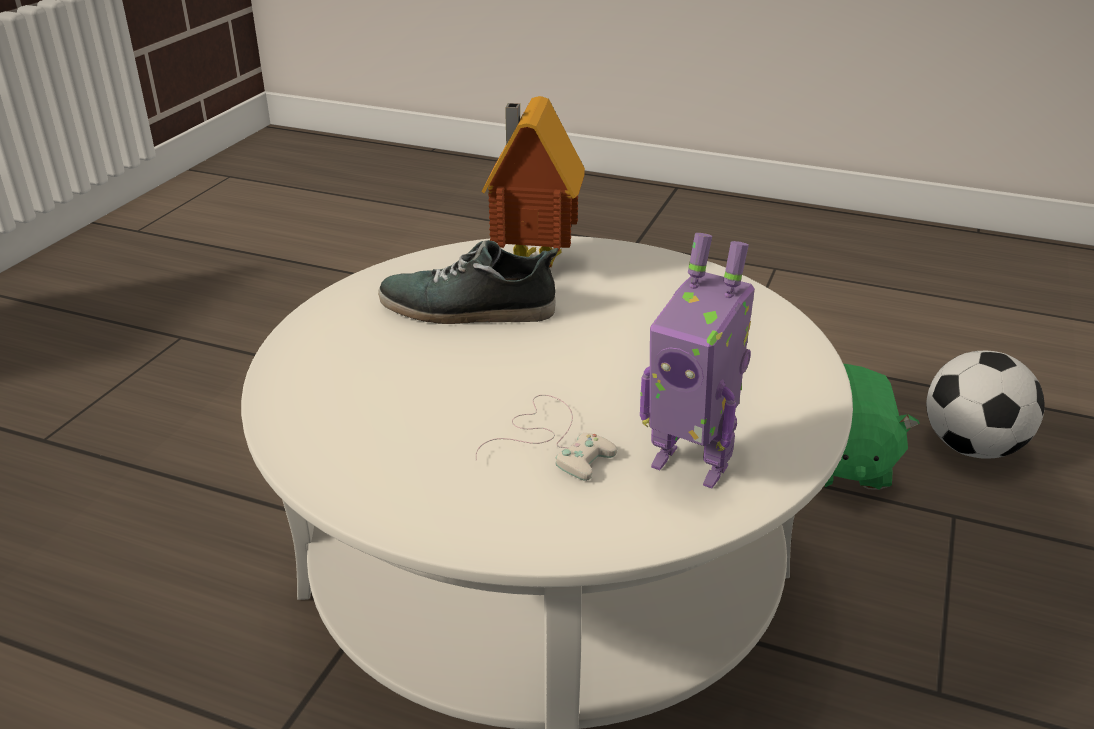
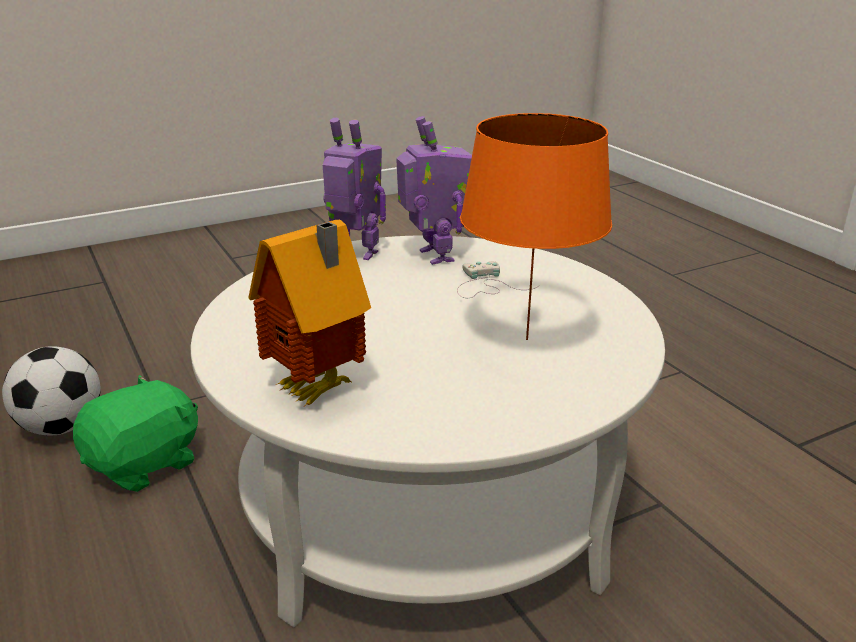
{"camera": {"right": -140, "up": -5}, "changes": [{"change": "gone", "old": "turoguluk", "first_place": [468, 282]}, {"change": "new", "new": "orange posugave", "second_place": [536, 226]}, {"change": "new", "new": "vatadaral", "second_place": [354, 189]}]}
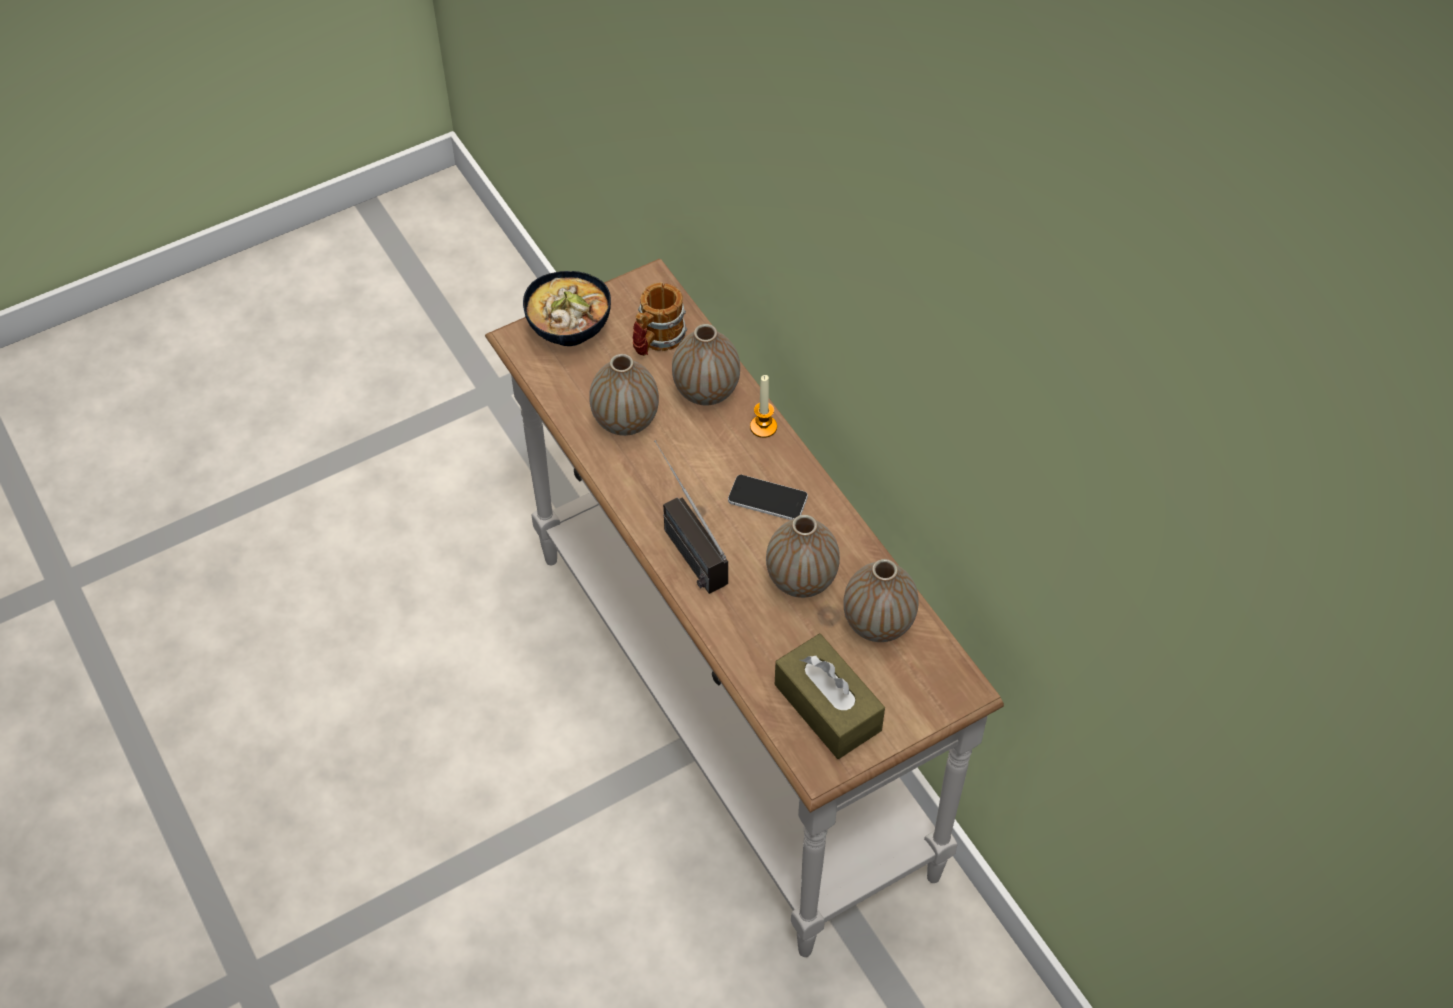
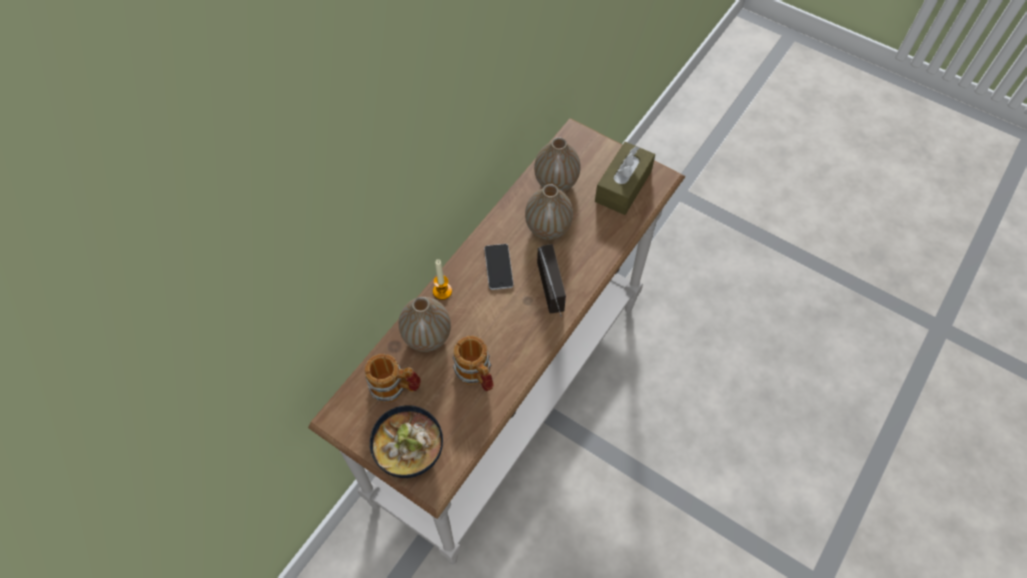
{"camera": {"right": -115, "up": 5}, "changes": [{"change": "swapped", "old": "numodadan", "new": "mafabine", "first_place": [624, 395], "second_place": [473, 363]}, {"change": "rotated", "old": "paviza", "first_place": [691, 517], "second_place": [551, 280], "degrees": -45}]}
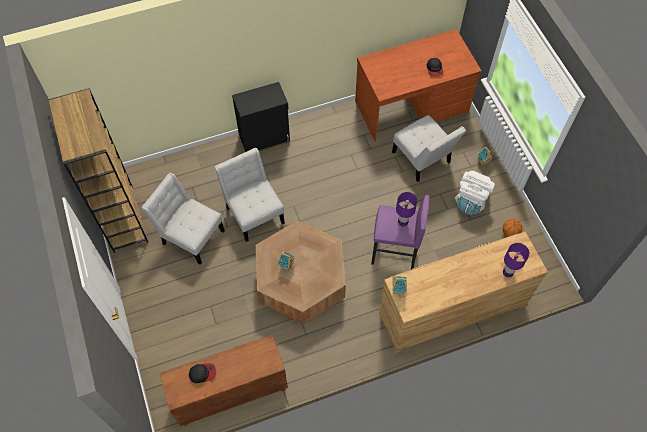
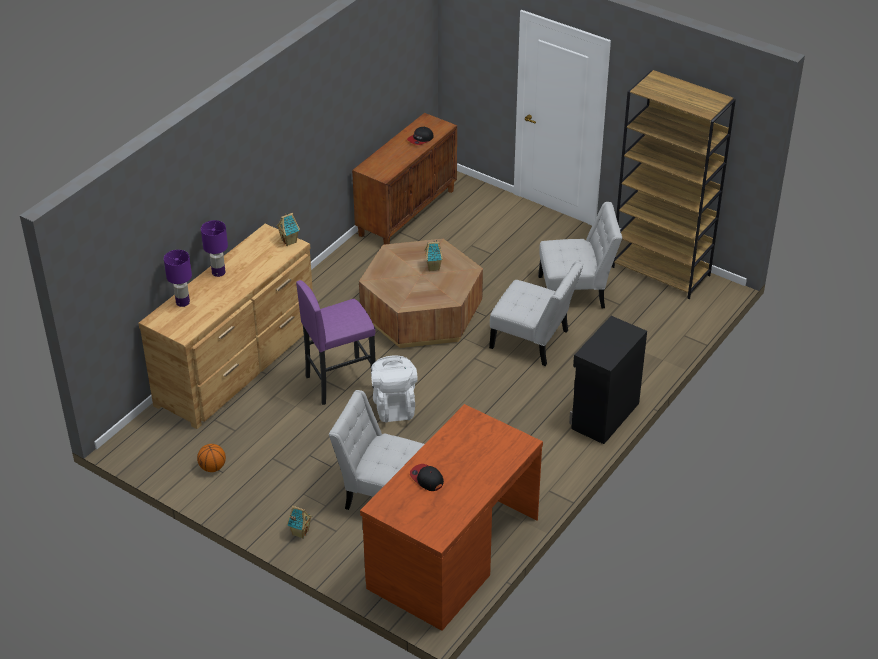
{"camera": {"right": 145, "up": -20}, "changes": [{"change": "shifted", "old": "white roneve", "first_place": [475, 193], "second_place": [394, 389]}, {"change": "shifted", "old": "purple posugave", "first_place": [406, 209], "second_place": [214, 248]}]}
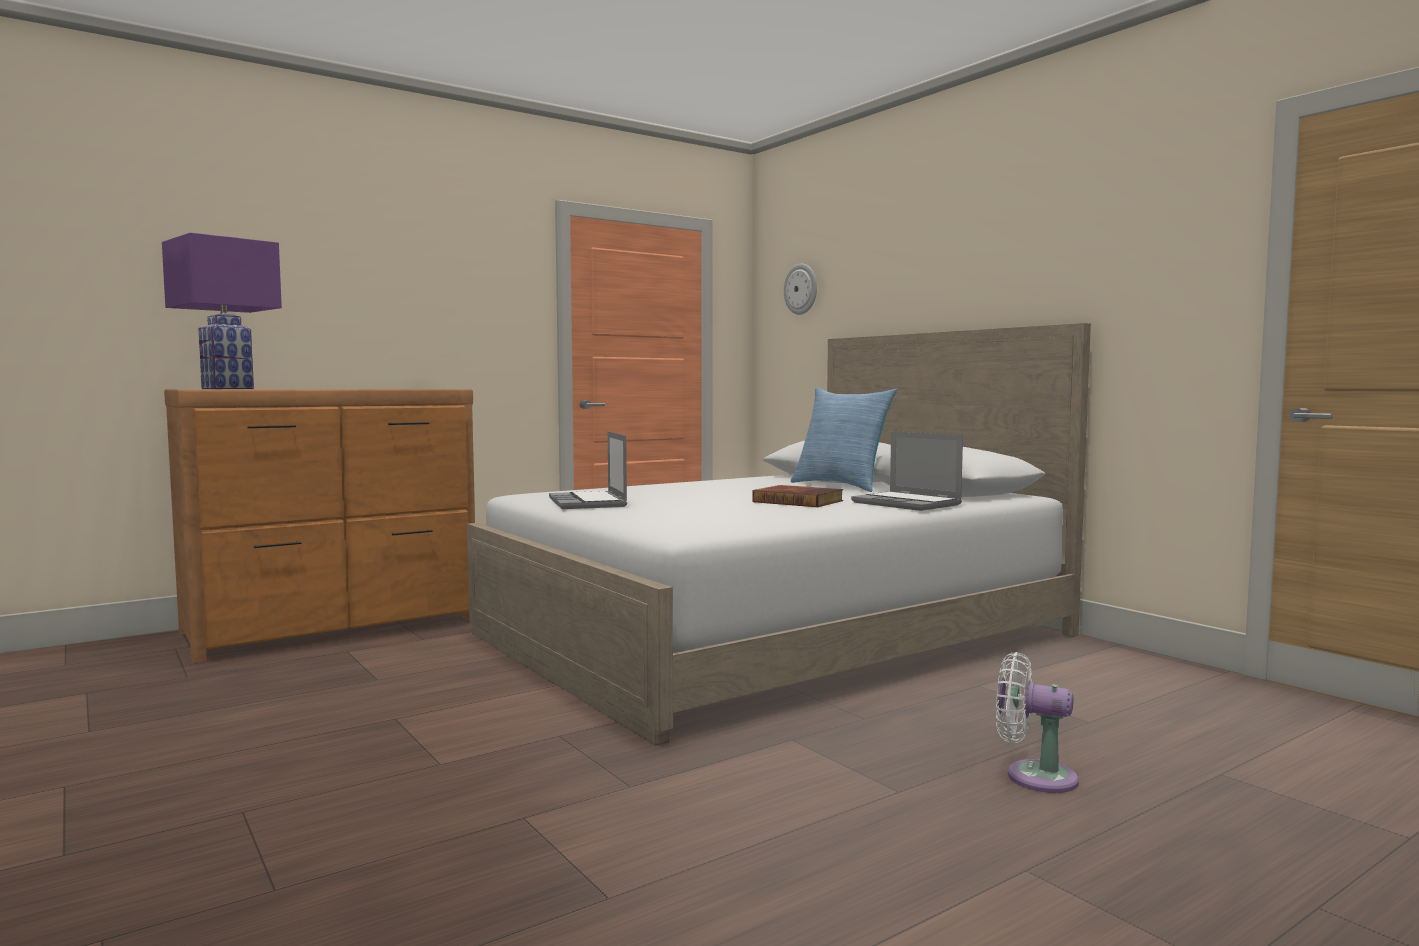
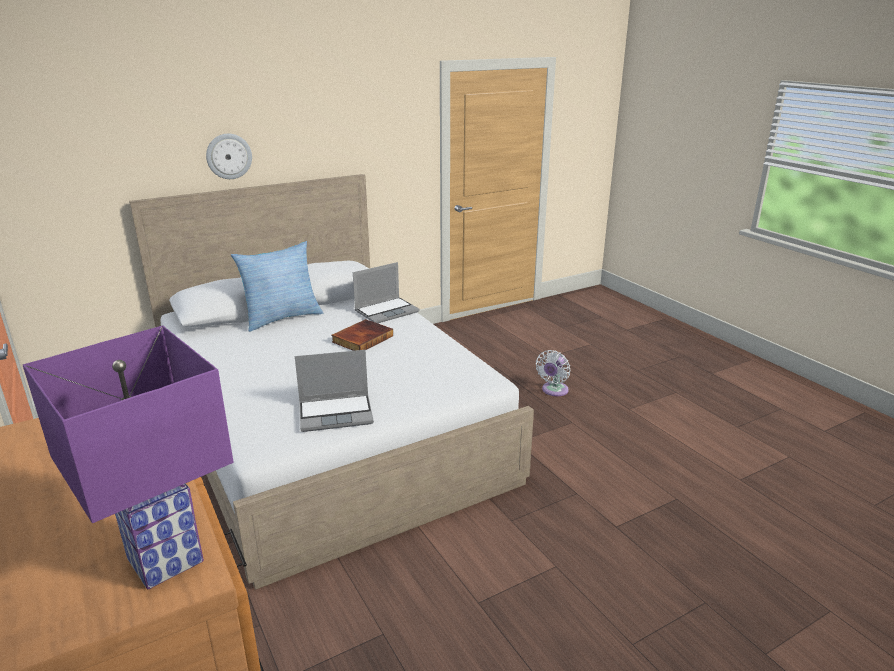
{"camera": {"right": -85, "up": 20}, "changes": [{"change": "shifted", "old": "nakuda", "first_place": [800, 289], "second_place": [229, 156]}]}
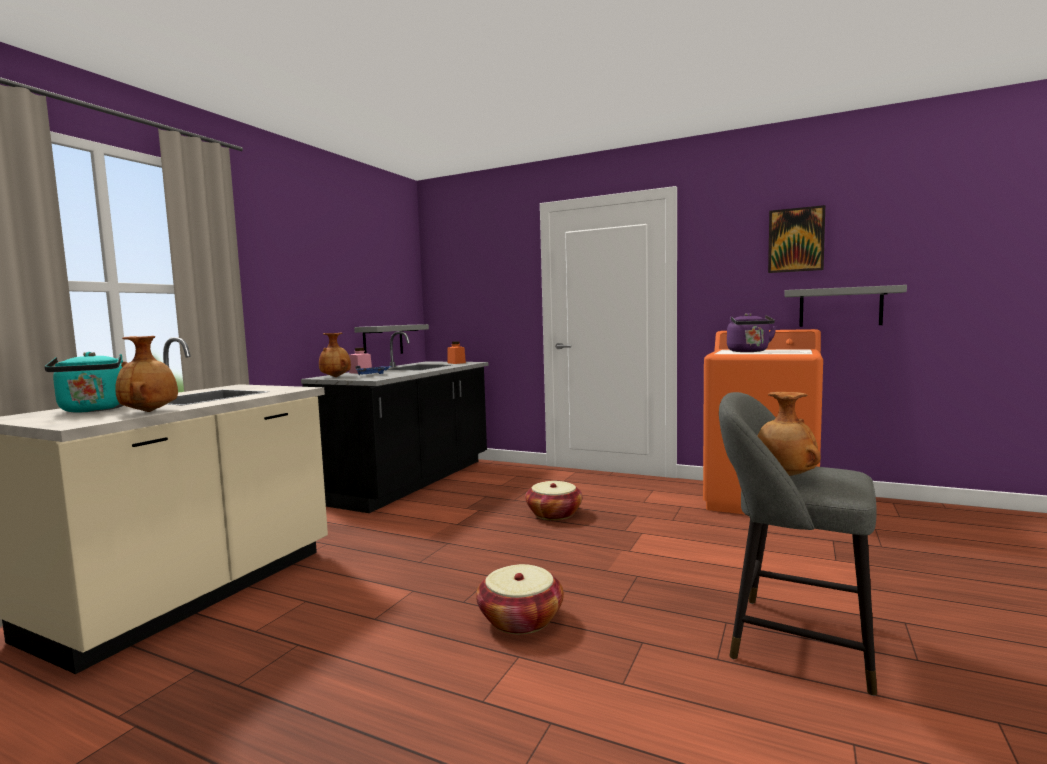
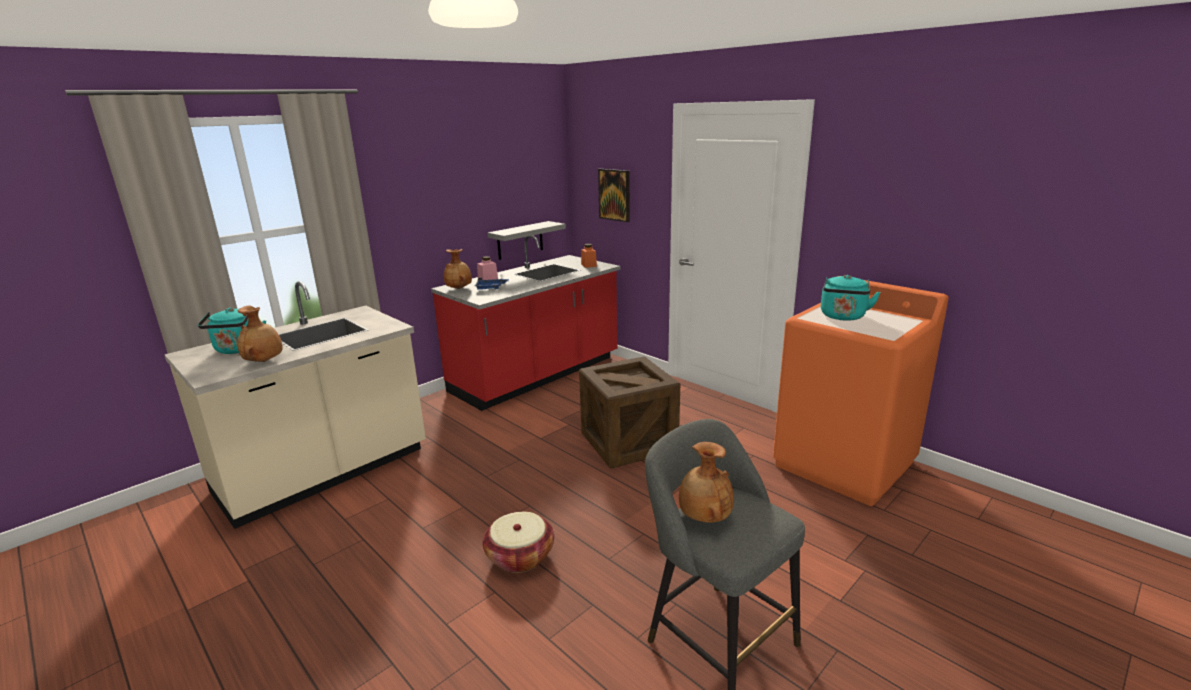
{"camera": {"right": 20, "up": 15}, "changes": [{"change": "shifted", "old": "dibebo", "first_place": [796, 239], "second_place": [614, 195]}, {"change": "gone", "old": "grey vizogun", "first_place": [845, 306]}, {"change": "repainted", "old": "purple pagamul", "new": "turquoise pagamul", "first_place": [752, 332], "second_place": [851, 298]}, {"change": "repainted", "old": "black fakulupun", "new": "red fakulupun", "first_place": [394, 422], "second_place": [525, 323]}, {"change": "swapped", "old": "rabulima", "new": "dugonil", "first_place": [554, 500], "second_place": [629, 412]}]}
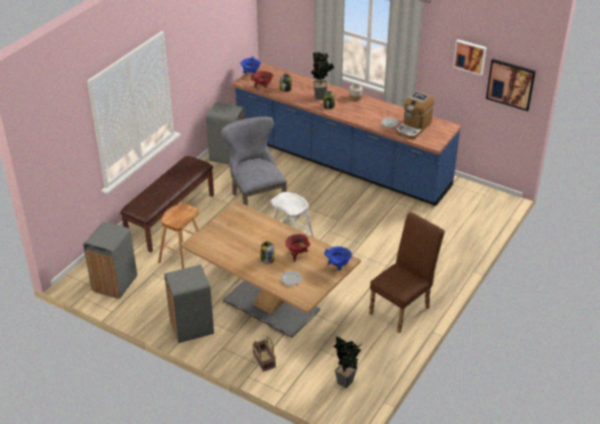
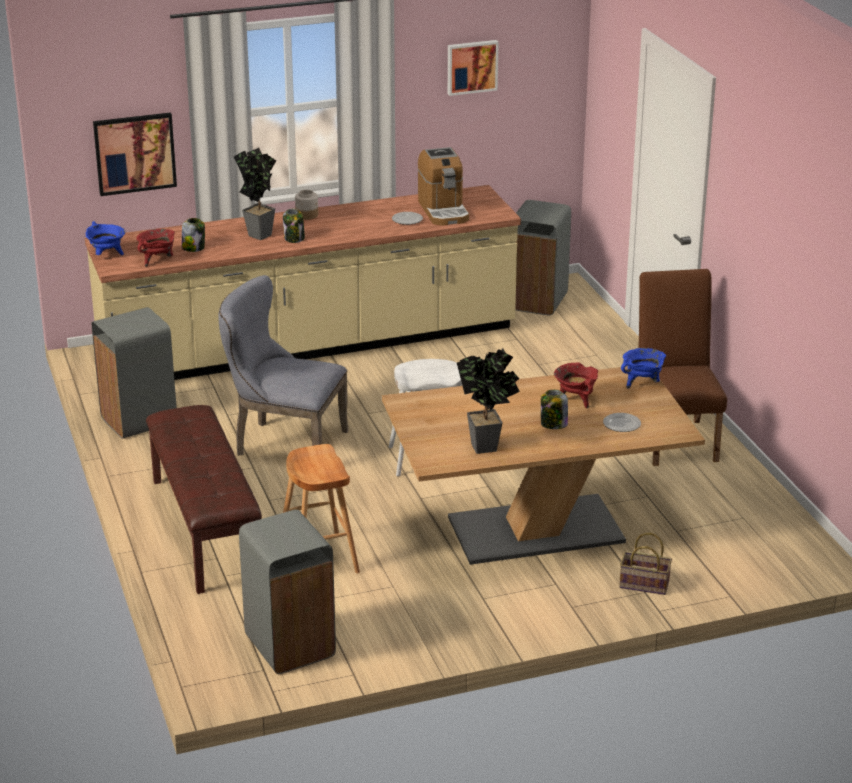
{"camera": {"right": -50, "up": -10}, "changes": [{"change": "shifted", "old": "dibebo", "first_place": [511, 85], "second_place": [135, 154]}, {"change": "repainted", "old": "blue fakulupun", "new": "beige fakulupun", "first_place": [347, 134], "second_place": [303, 282]}, {"change": "shifted", "old": "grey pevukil", "first_place": [189, 304], "second_place": [543, 257]}, {"change": "shifted", "old": "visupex", "first_place": [347, 362], "second_place": [488, 401]}]}
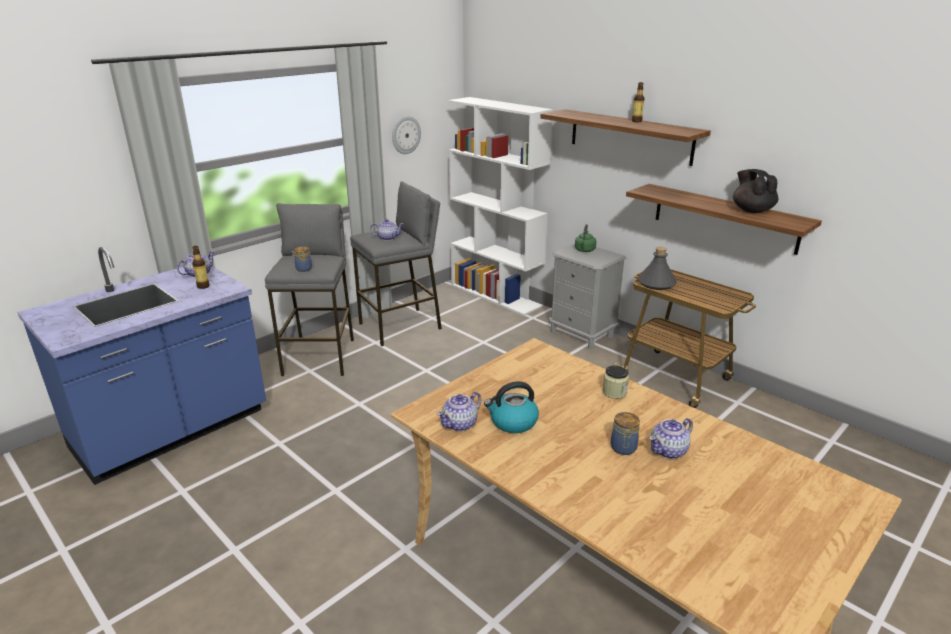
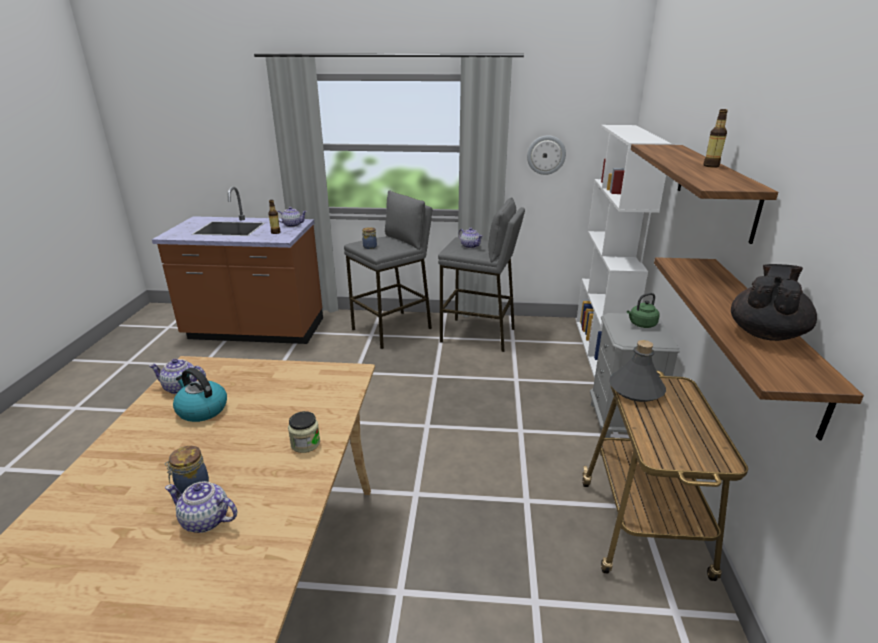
{"camera": {"right": 50, "up": 0}, "changes": [{"change": "repainted", "old": "blue fakulupun", "new": "brown fakulupun", "first_place": [141, 366], "second_place": [237, 265]}]}
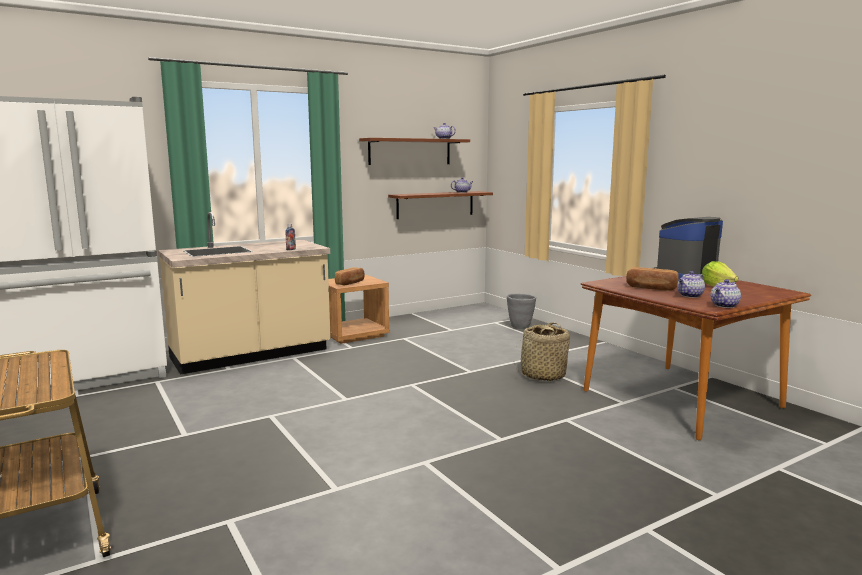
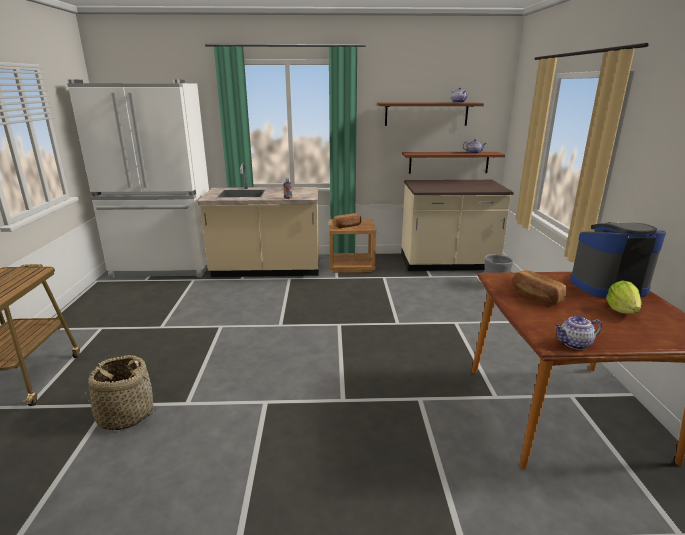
{"camera": {"right": 30, "up": 10}, "changes": [{"change": "gone", "old": "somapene", "first_place": [691, 284]}, {"change": "shifted", "old": "rabulima", "first_place": [543, 351], "second_place": [120, 392]}, {"change": "new", "new": "beige fakulupun", "second_place": [457, 225]}]}
